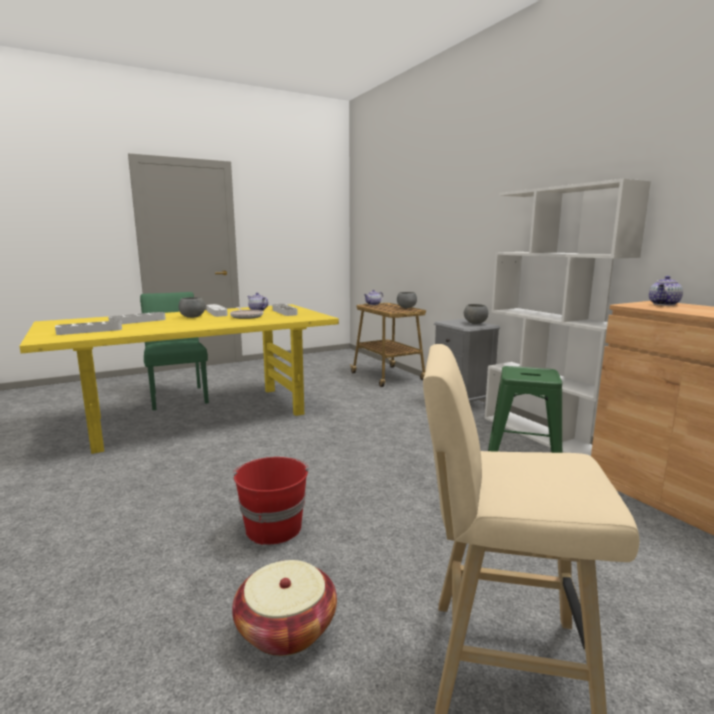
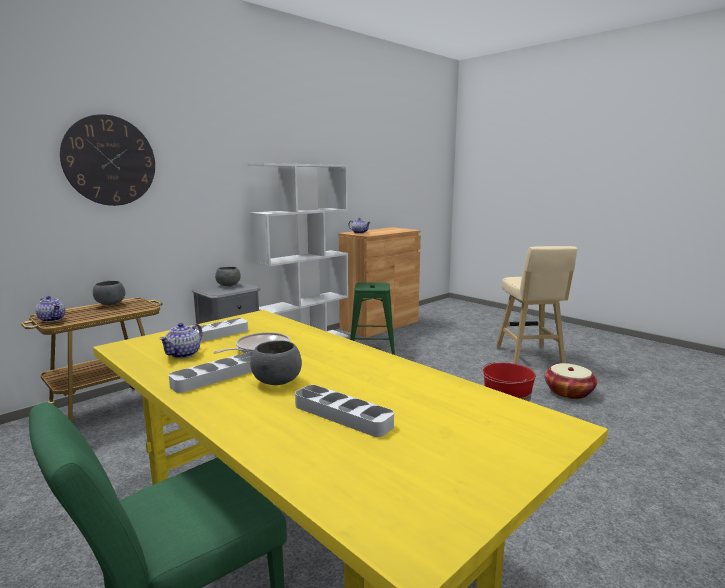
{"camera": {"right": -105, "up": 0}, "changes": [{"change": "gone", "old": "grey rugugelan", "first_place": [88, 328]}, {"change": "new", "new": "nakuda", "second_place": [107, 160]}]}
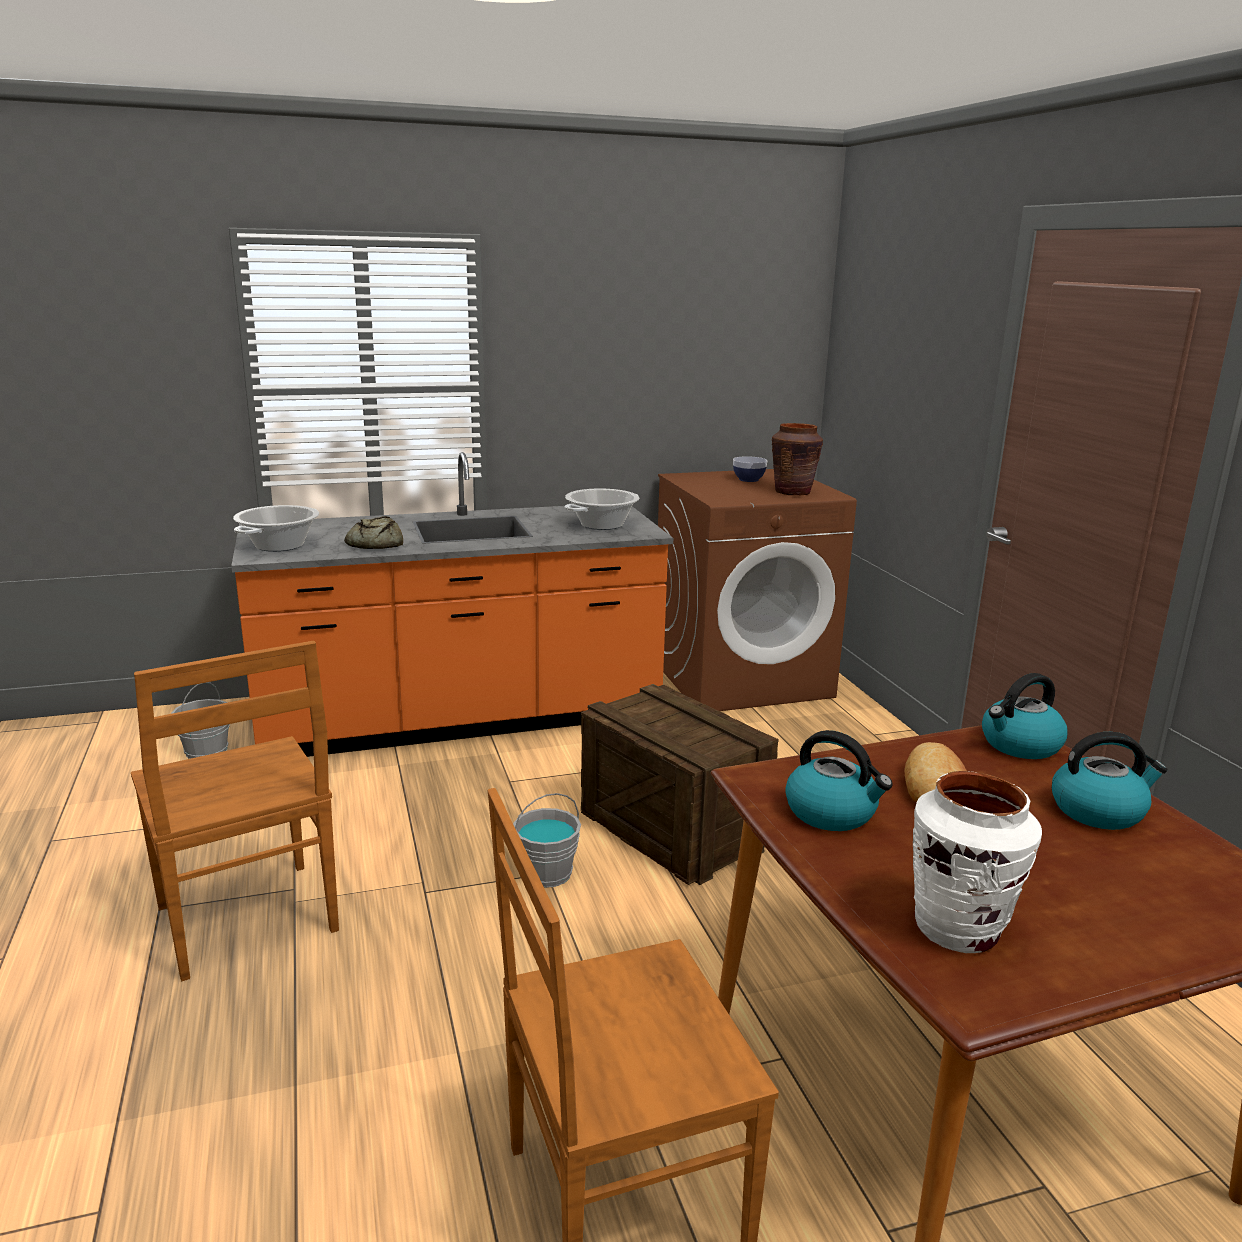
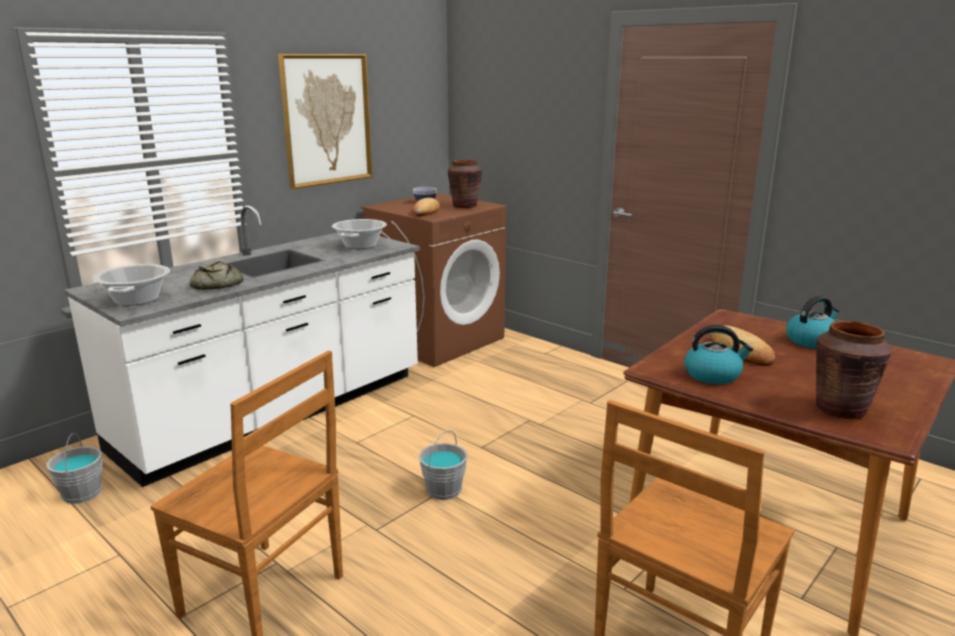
{"camera": {"right": -30, "up": 0}, "changes": [{"change": "repainted", "old": "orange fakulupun", "new": "white fakulupun", "first_place": [452, 604], "second_place": [242, 346]}, {"change": "gone", "old": "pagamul", "first_place": [1025, 716]}, {"change": "gone", "old": "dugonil", "first_place": [680, 784]}, {"change": "repainted", "old": "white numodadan", "new": "brown numodadan", "first_place": [977, 862], "second_place": [853, 370]}, {"change": "new", "new": "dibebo", "second_place": [325, 121]}, {"change": "new", "new": "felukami", "second_place": [426, 206]}]}
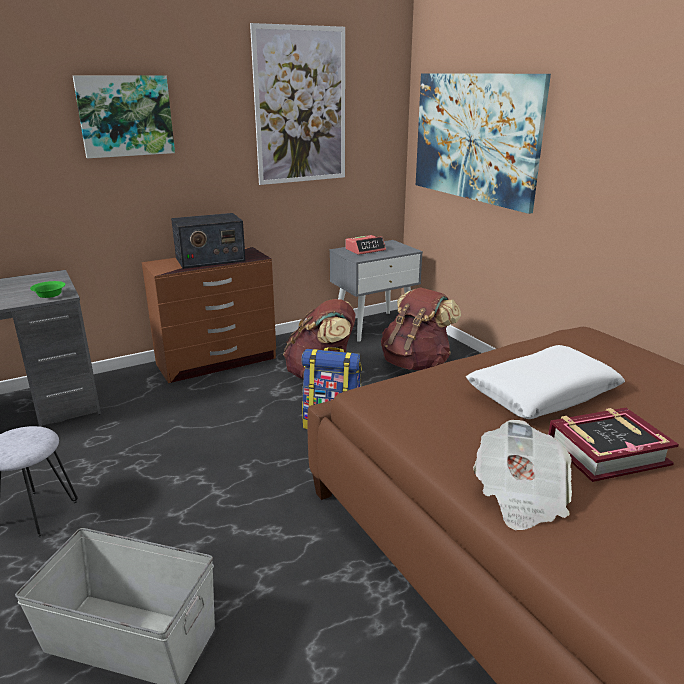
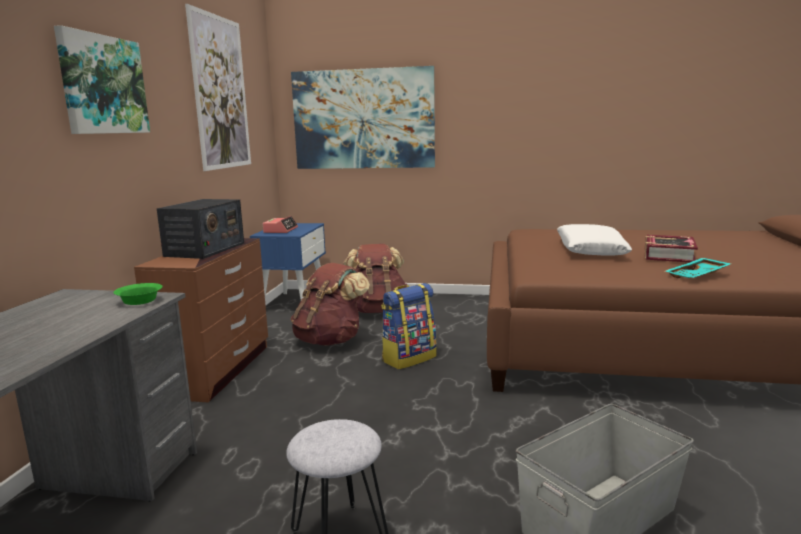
{"camera": {"right": -50, "up": -10}, "changes": [{"change": "repainted", "old": "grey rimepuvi", "new": "blue rimepuvi", "first_place": [376, 291], "second_place": [288, 261]}, {"change": "swapped", "old": "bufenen", "new": "turquoise rugugelan", "first_place": [522, 475], "second_place": [698, 268]}]}
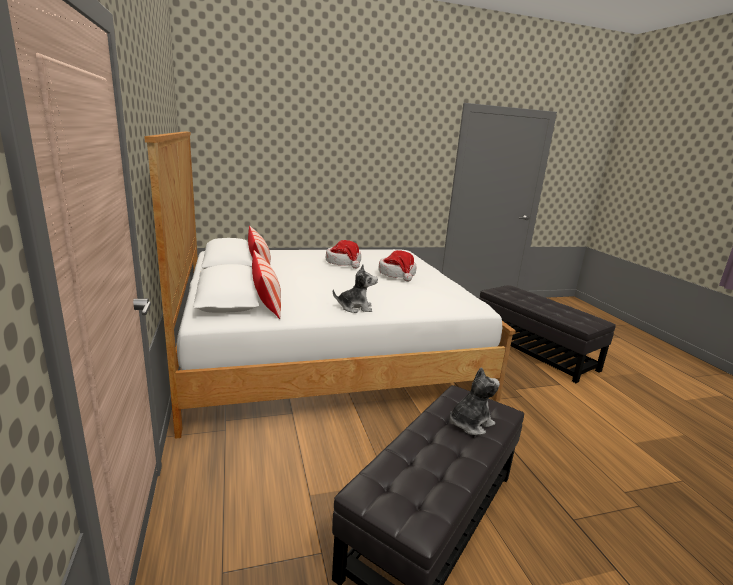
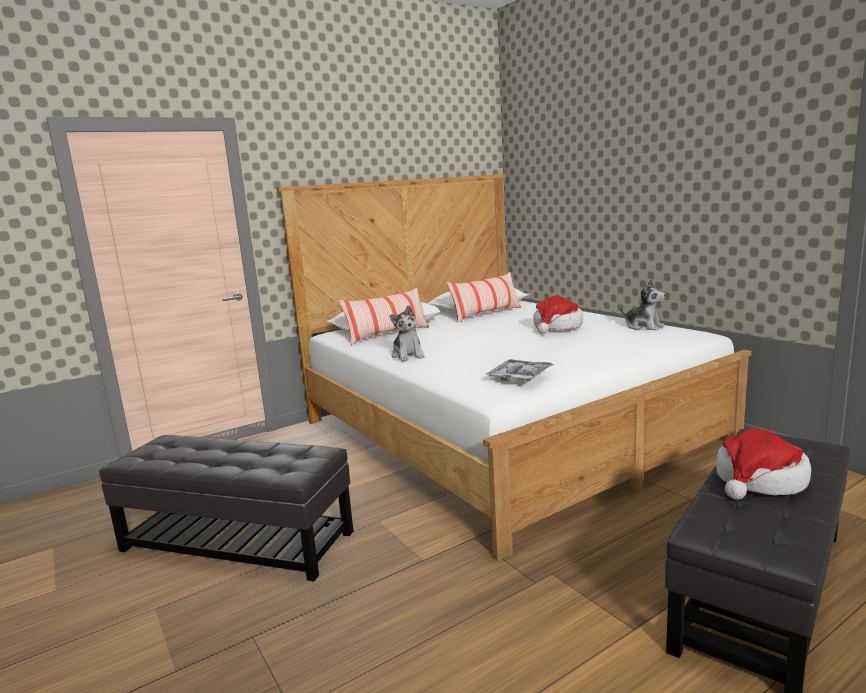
{"camera": {"right": 75, "up": -5}, "changes": [{"change": "shifted", "old": "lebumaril", "first_place": [397, 266], "second_place": [763, 464]}, {"change": "shifted", "old": "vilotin", "first_place": [475, 401], "second_place": [643, 305]}, {"change": "new", "new": "rugugelan", "second_place": [520, 370]}]}
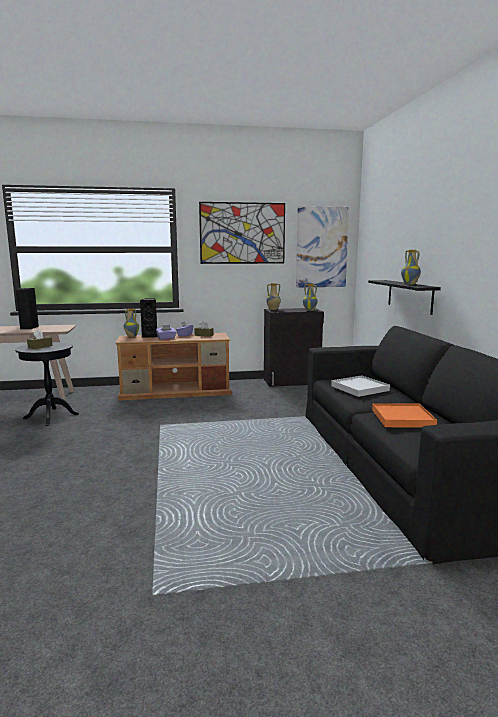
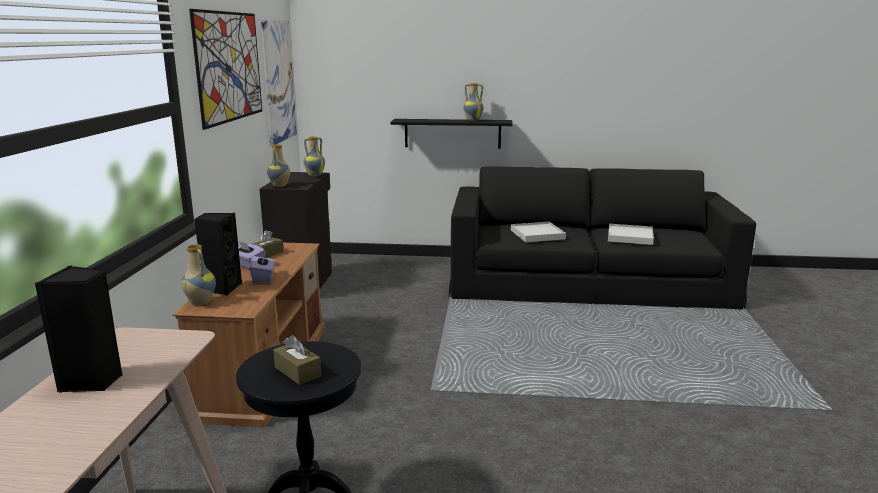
{"camera": {"right": -75, "up": 5}, "changes": [{"change": "repainted", "old": "orange rugugelan", "new": "white rugugelan", "first_place": [404, 415], "second_place": [631, 234]}]}
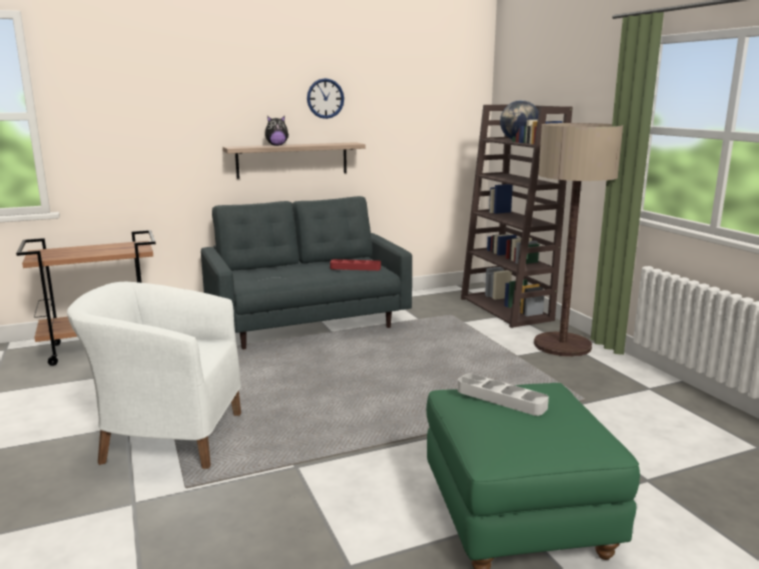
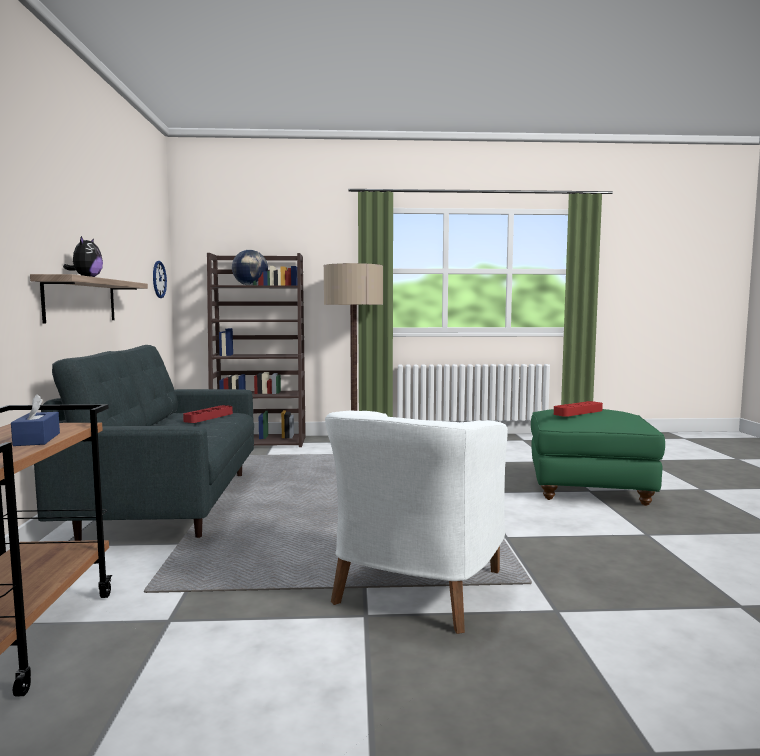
{"camera": {"right": -70, "up": -10}, "changes": [{"change": "shifted", "old": "nakuda", "first_place": [325, 98], "second_place": [160, 279]}, {"change": "repainted", "old": "grey rugugelan", "new": "red rugugelan", "first_place": [503, 394], "second_place": [578, 409]}, {"change": "new", "new": "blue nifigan", "second_place": [35, 420]}]}
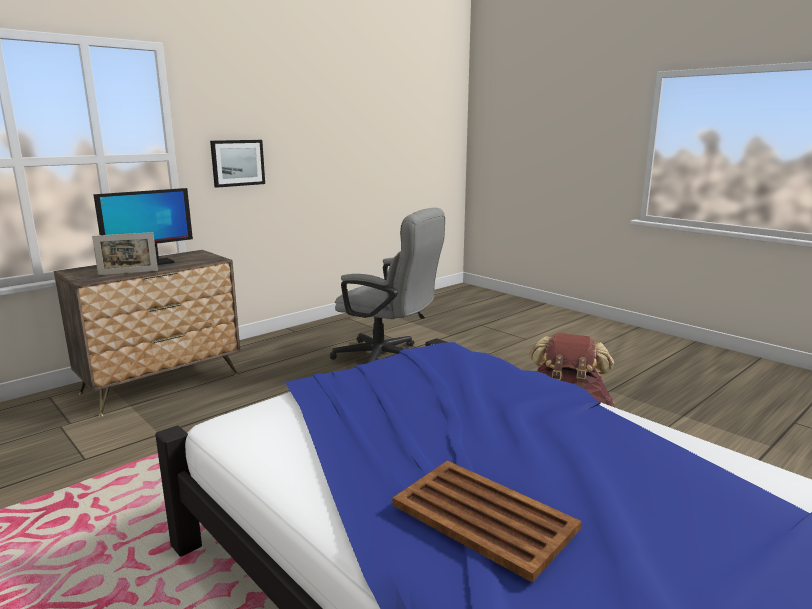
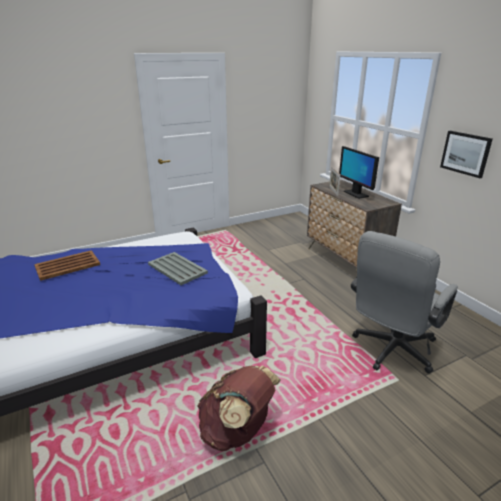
{"camera": {"right": 105, "up": 10}, "changes": [{"change": "new", "new": "grey rugugelan", "second_place": [178, 268]}]}
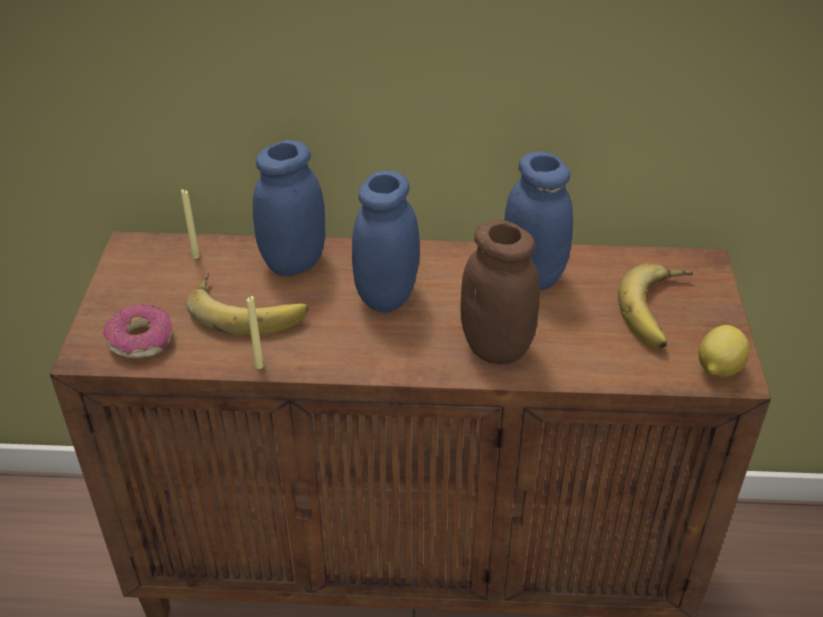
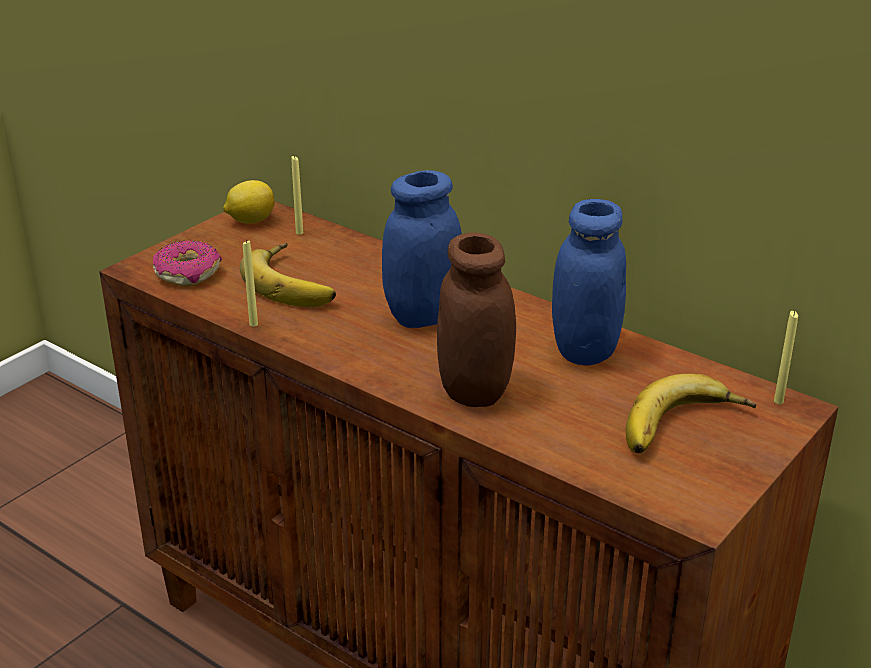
{"camera": {"right": 35, "up": -10}, "changes": [{"change": "gone", "old": "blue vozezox", "first_place": [289, 208]}, {"change": "shifted", "old": "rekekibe", "first_place": [724, 351], "second_place": [249, 202]}, {"change": "new", "new": "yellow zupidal", "second_place": [786, 357]}]}
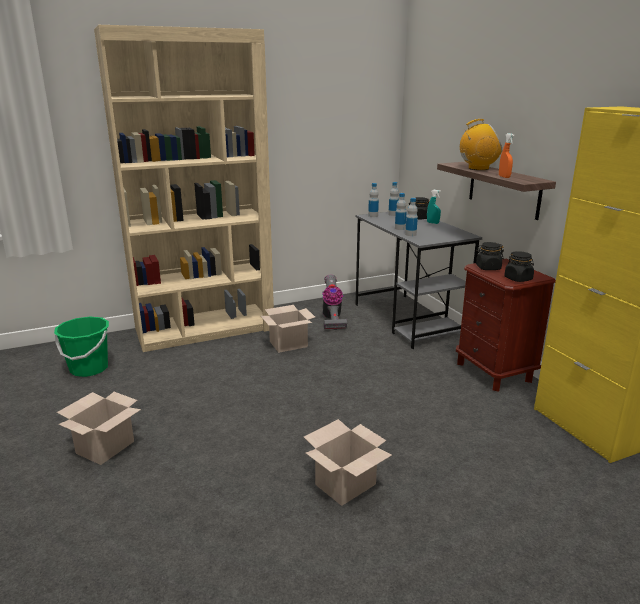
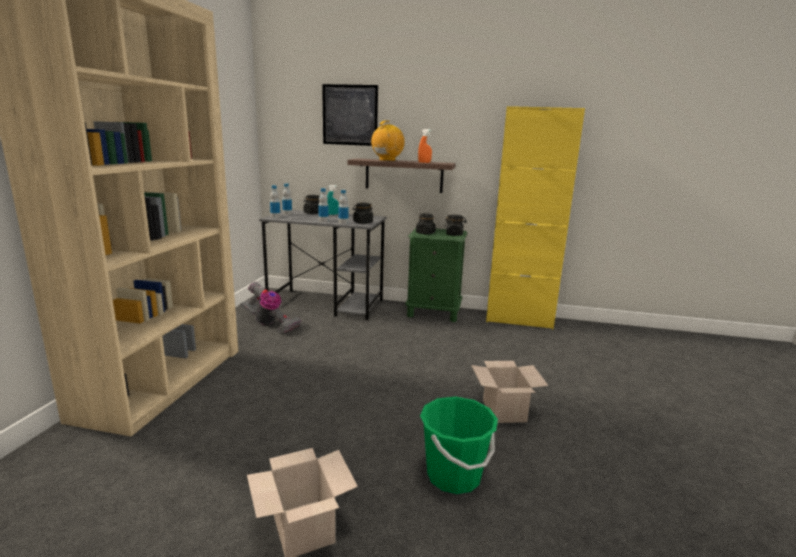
{"camera": {"right": -55, "up": -5}, "changes": [{"change": "repainted", "old": "brown rimepuvi", "new": "green rimepuvi", "first_place": [506, 325], "second_place": [436, 275]}, {"change": "gone", "old": "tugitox", "first_place": [288, 329]}, {"change": "shifted", "old": "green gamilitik", "first_place": [81, 347], "second_place": [459, 445]}, {"change": "new", "new": "dibebo", "second_place": [350, 115]}, {"change": "new", "new": "black vozezox", "second_place": [363, 213]}]}
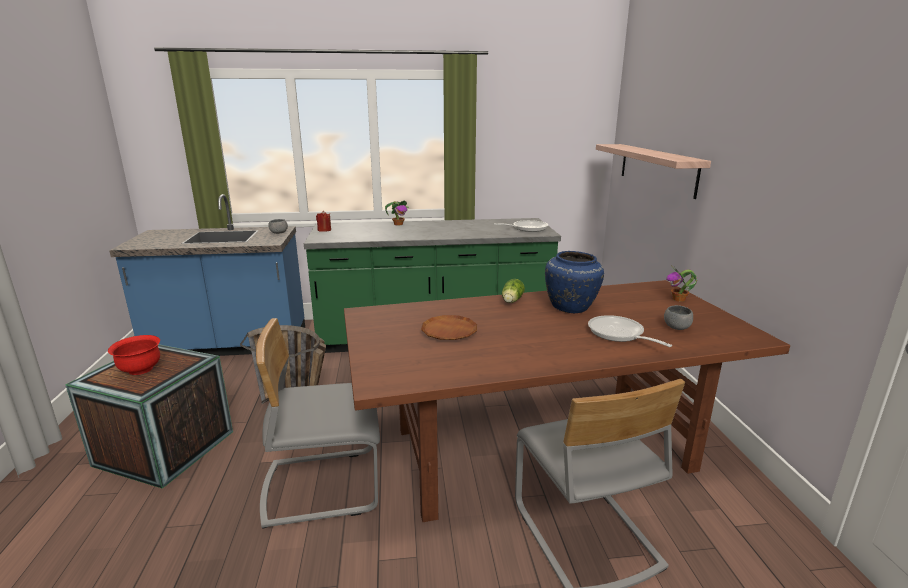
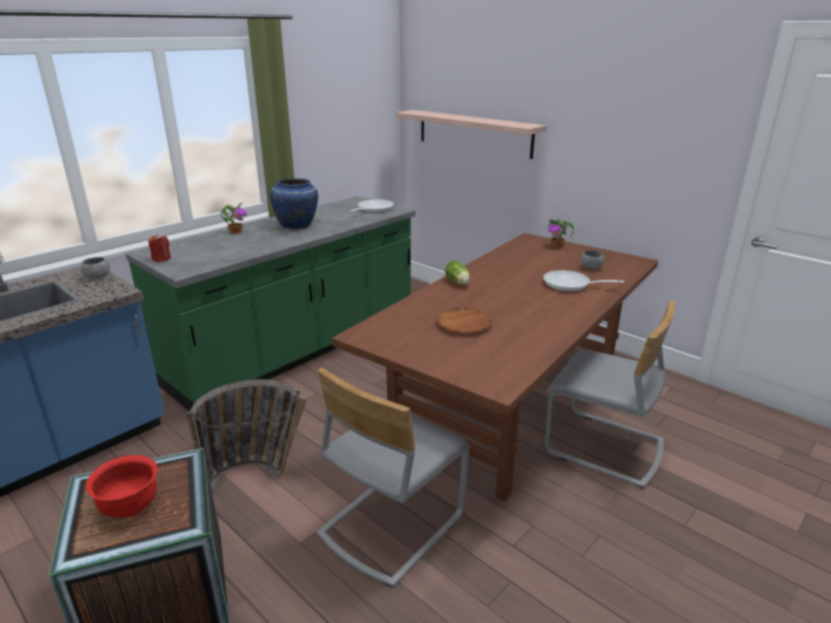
{"camera": {"right": -40, "up": 5}, "changes": [{"change": "shifted", "old": "blue numodadan", "first_place": [574, 282], "second_place": [294, 203]}]}
